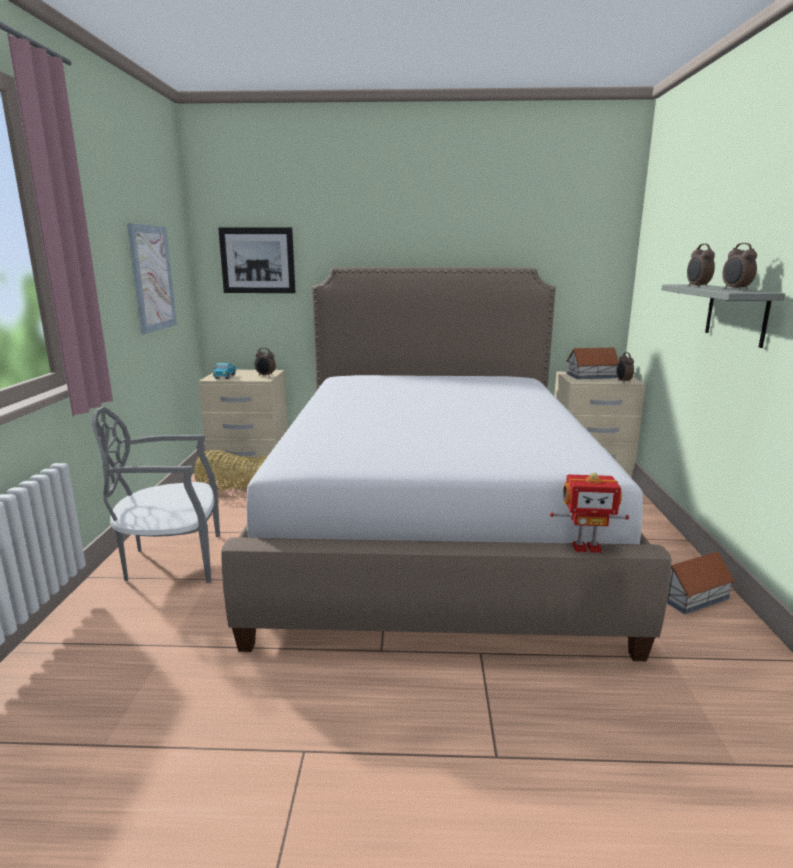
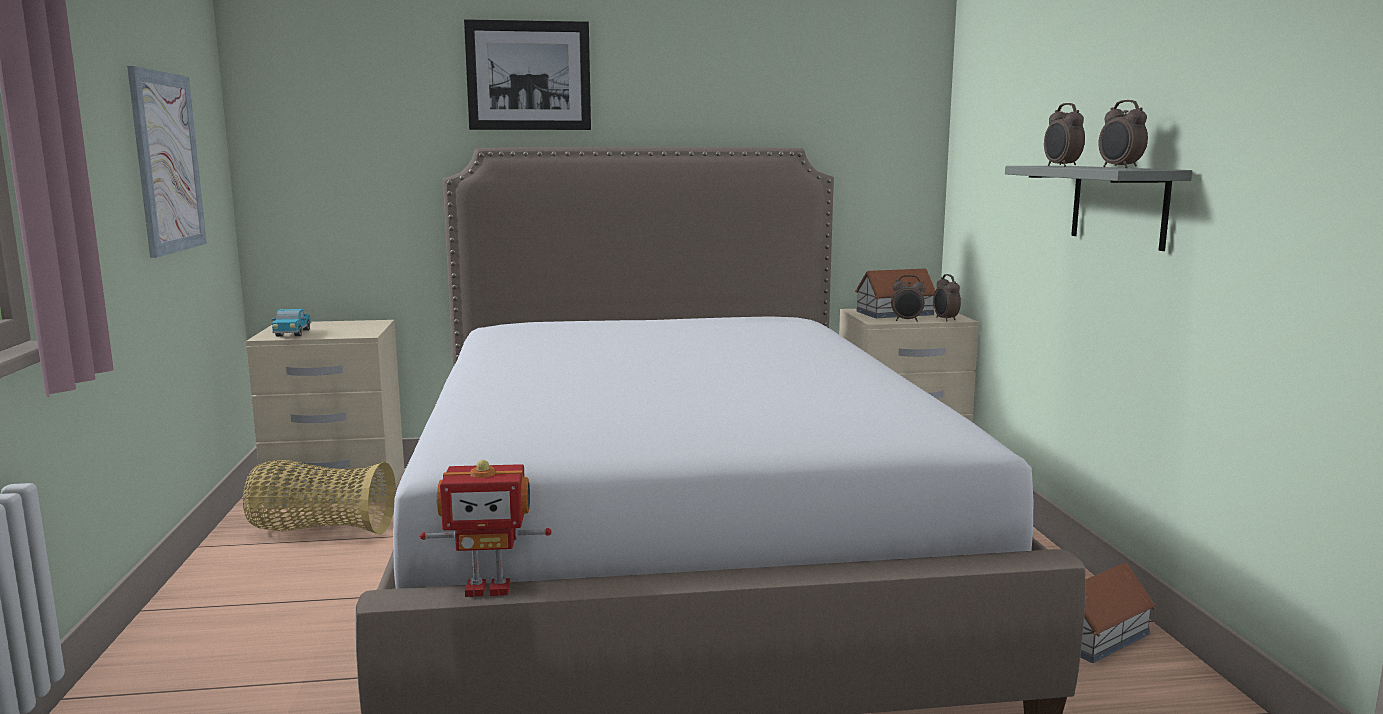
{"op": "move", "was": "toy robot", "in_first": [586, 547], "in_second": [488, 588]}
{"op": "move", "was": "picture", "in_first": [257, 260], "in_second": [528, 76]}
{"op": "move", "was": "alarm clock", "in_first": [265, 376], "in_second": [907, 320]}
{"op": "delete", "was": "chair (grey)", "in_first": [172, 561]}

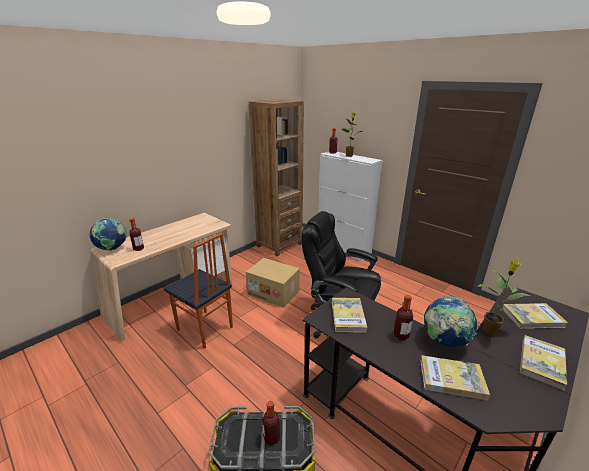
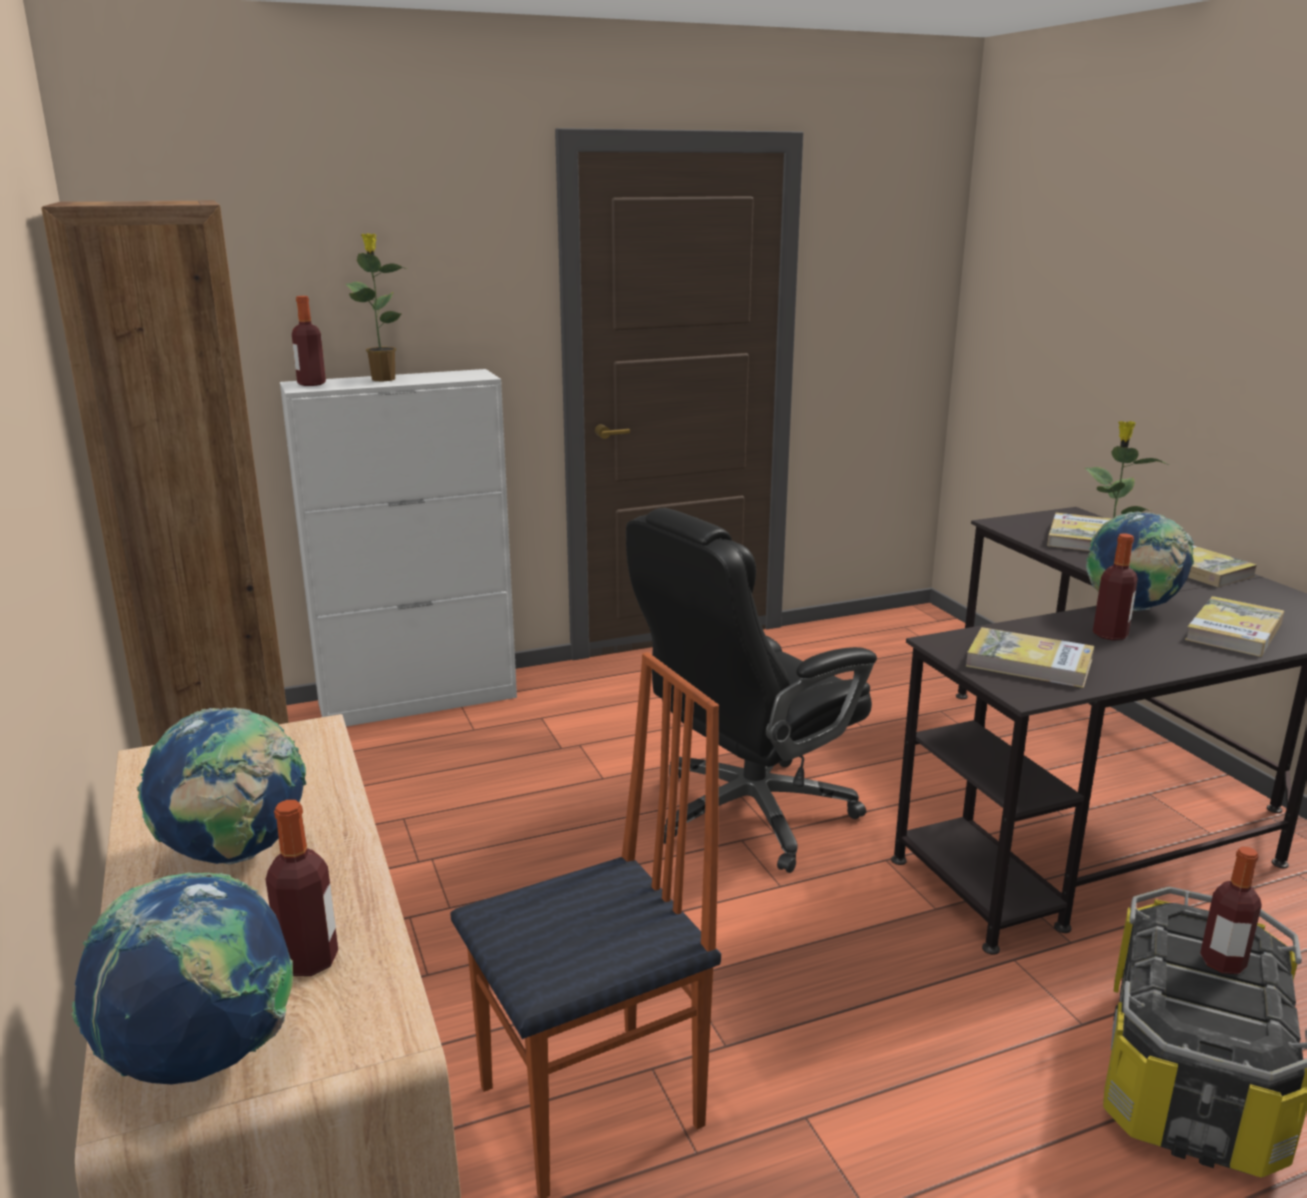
{"op": "insert", "now": "globe", "in_second": [235, 856]}
{"op": "delete", "was": "cardboard box", "in_first": [274, 292]}

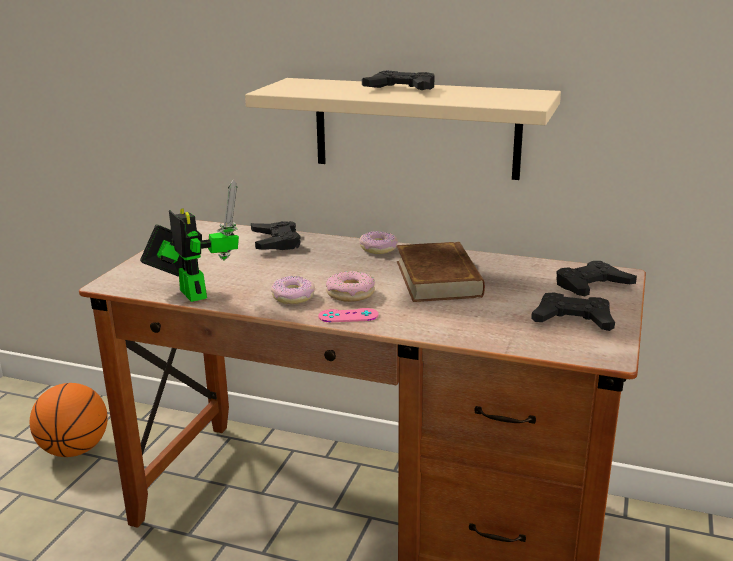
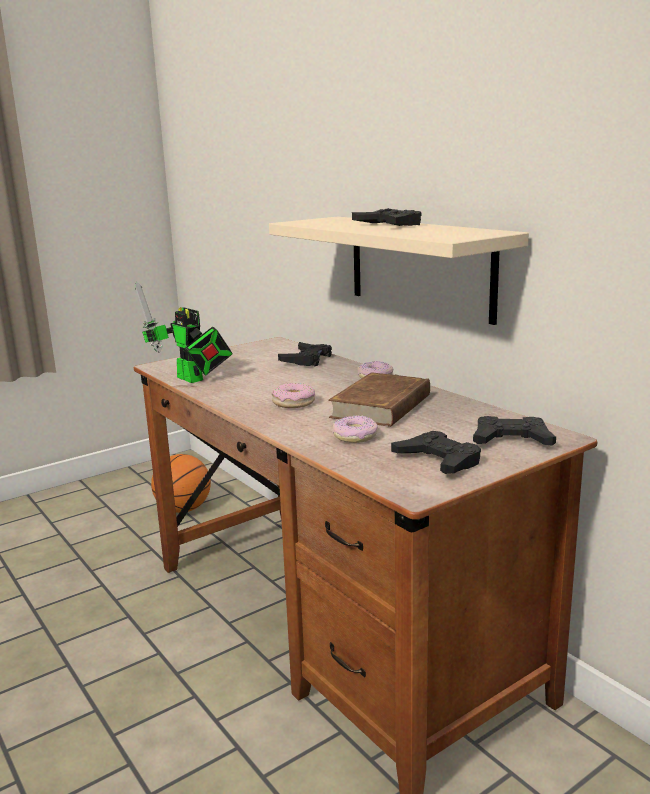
{"op": "rotate", "was": "toy robot", "in_first": [191, 292], "in_second": [192, 379], "clockwise": 135}
{"op": "move", "was": "donut", "in_first": [293, 297], "in_second": [355, 436]}
{"op": "delete", "was": "game controller (pink)", "in_first": [348, 316]}

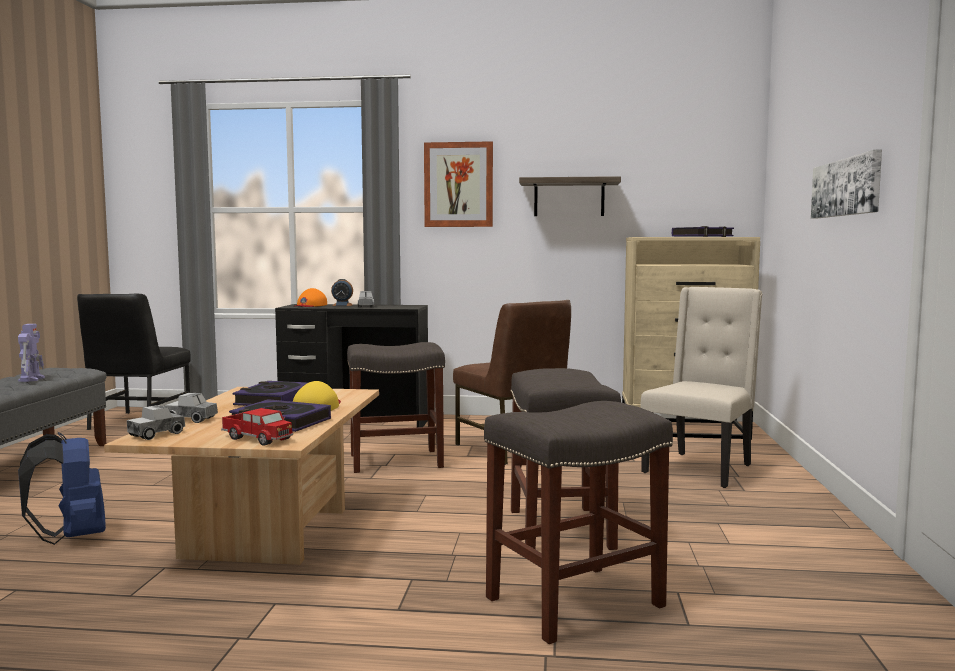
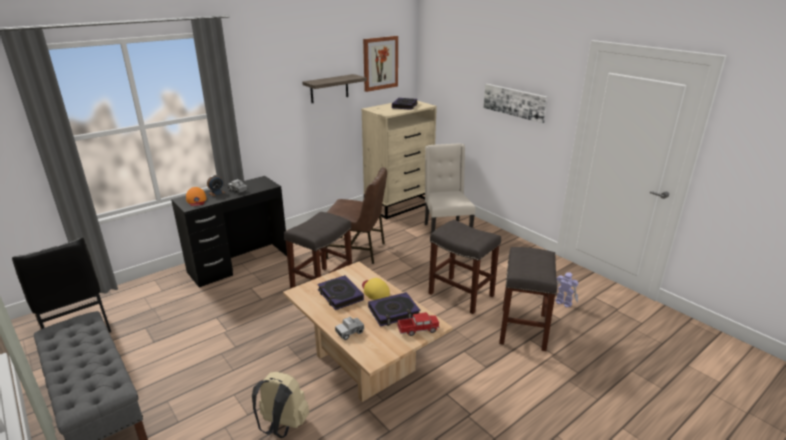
{"op": "recolor", "was": "backpack (blue)", "now": "backpack (beige)", "in_first": [72, 537], "in_second": [282, 426]}
{"op": "move", "was": "picture", "in_first": [458, 185], "in_second": [380, 63]}
{"op": "move", "was": "toy robot", "in_first": [32, 379], "in_second": [563, 302]}
{"op": "delete", "was": "toy truck", "in_first": [157, 434]}

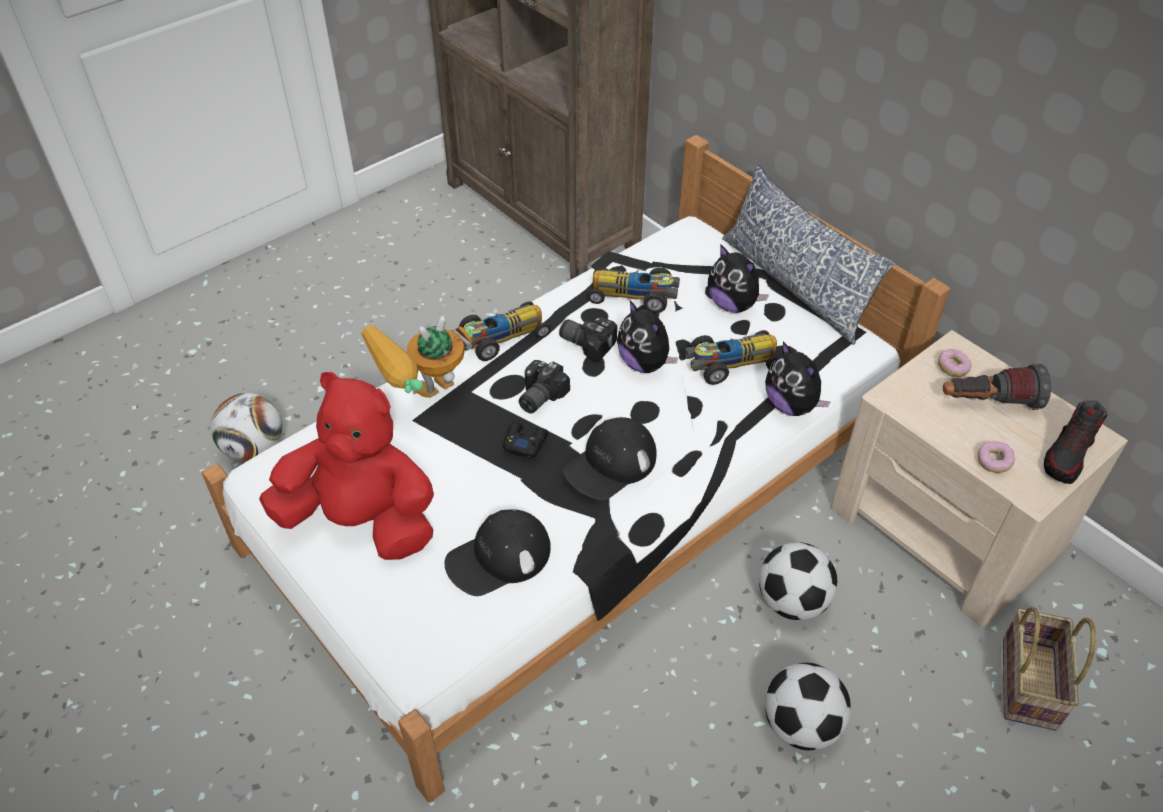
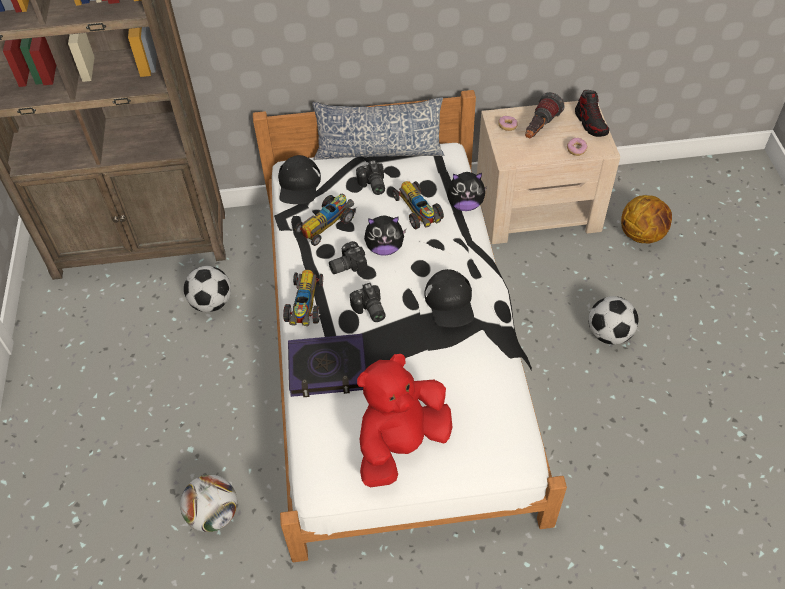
{"op": "move", "was": "football", "in_first": [792, 602], "in_second": [212, 303]}
{"op": "move", "was": "cap (black)", "in_first": [498, 557], "in_second": [299, 185]}
{"op": "replace", "was": "toy robot", "now": "book", "in_first": [425, 402], "in_second": [327, 369]}
{"op": "replace", "was": "plush toy", "now": "photo camera", "in_first": [733, 305], "in_second": [372, 185]}
{"op": "rotate", "was": "toy car", "in_first": [730, 364], "in_second": [418, 211], "clockwise": -45}
{"op": "replace", "was": "basket", "now": "basketball", "in_first": [1031, 686], "in_second": [642, 235]}
{"op": "delete", "was": "game controller (black)", "in_first": [525, 443]}

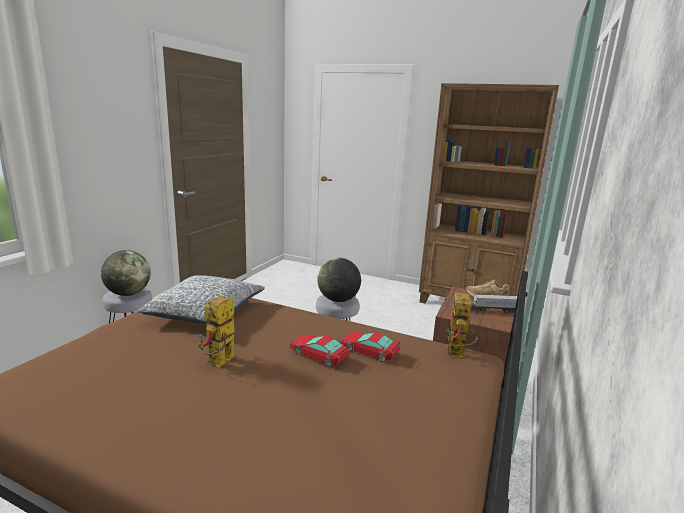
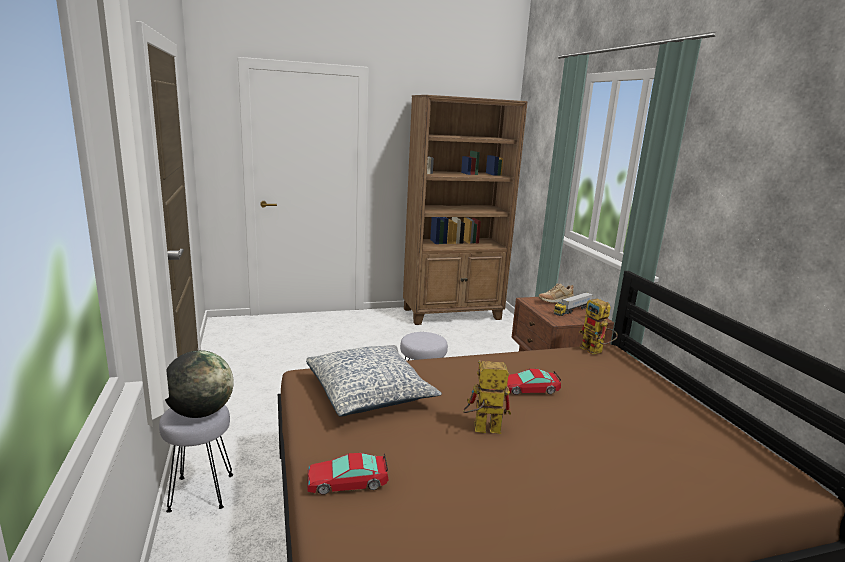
{"op": "move", "was": "toy car", "in_first": [369, 351], "in_second": [347, 481]}
{"op": "rotate", "was": "toy robot", "in_first": [219, 363], "in_second": [481, 429], "clockwise": 105}
{"op": "delete", "was": "globe", "in_first": [338, 300]}

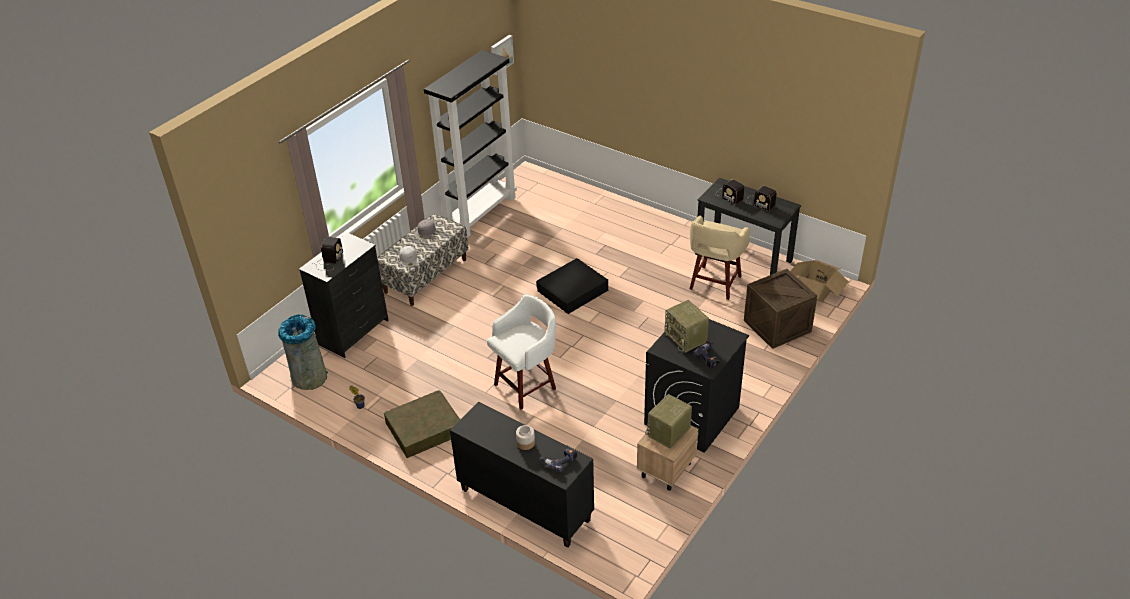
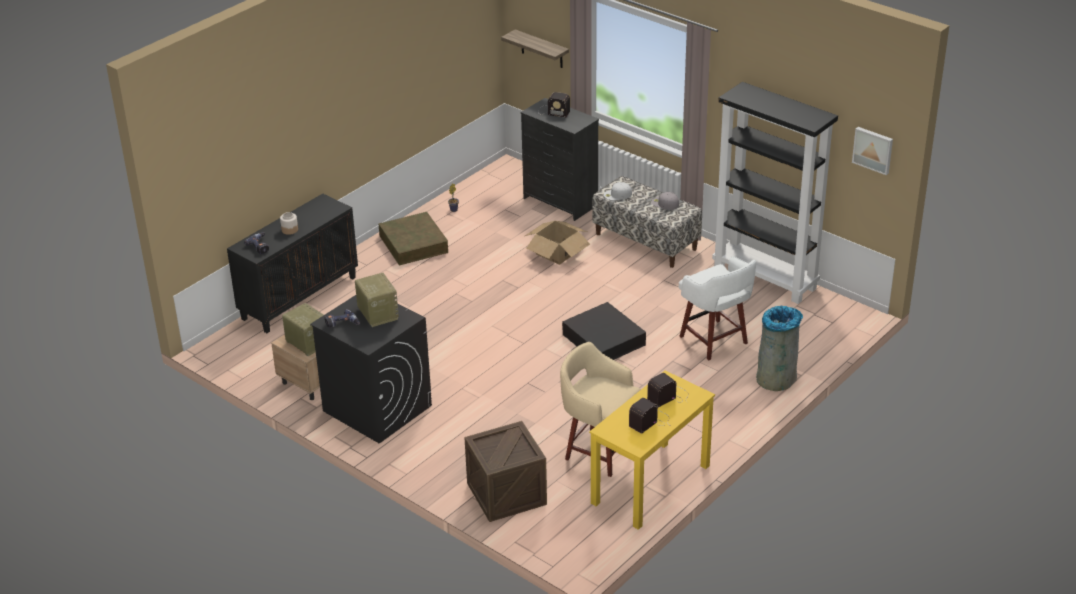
{"op": "rotate", "was": "radio", "in_first": [686, 338], "in_second": [377, 313], "clockwise": 90}
{"op": "insert", "now": "shelf", "in_second": [542, 49]}
{"op": "move", "was": "cardboard box", "in_first": [815, 289], "in_second": [557, 252]}
{"op": "recolor", "was": "desk (black)", "now": "desk (yellow)", "in_first": [744, 257], "in_second": [650, 484]}
{"op": "move", "was": "stool (white)", "in_first": [527, 385], "in_second": [715, 341]}
{"op": "move", "was": "trash can (grey)", "in_first": [309, 377], "in_second": [776, 378]}

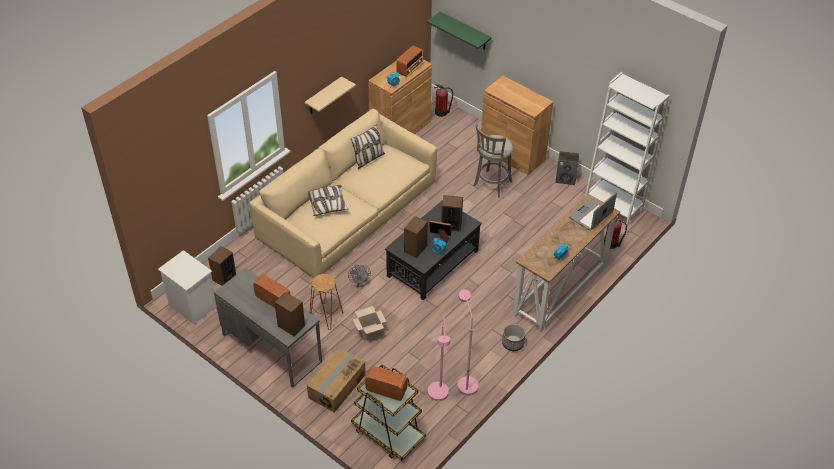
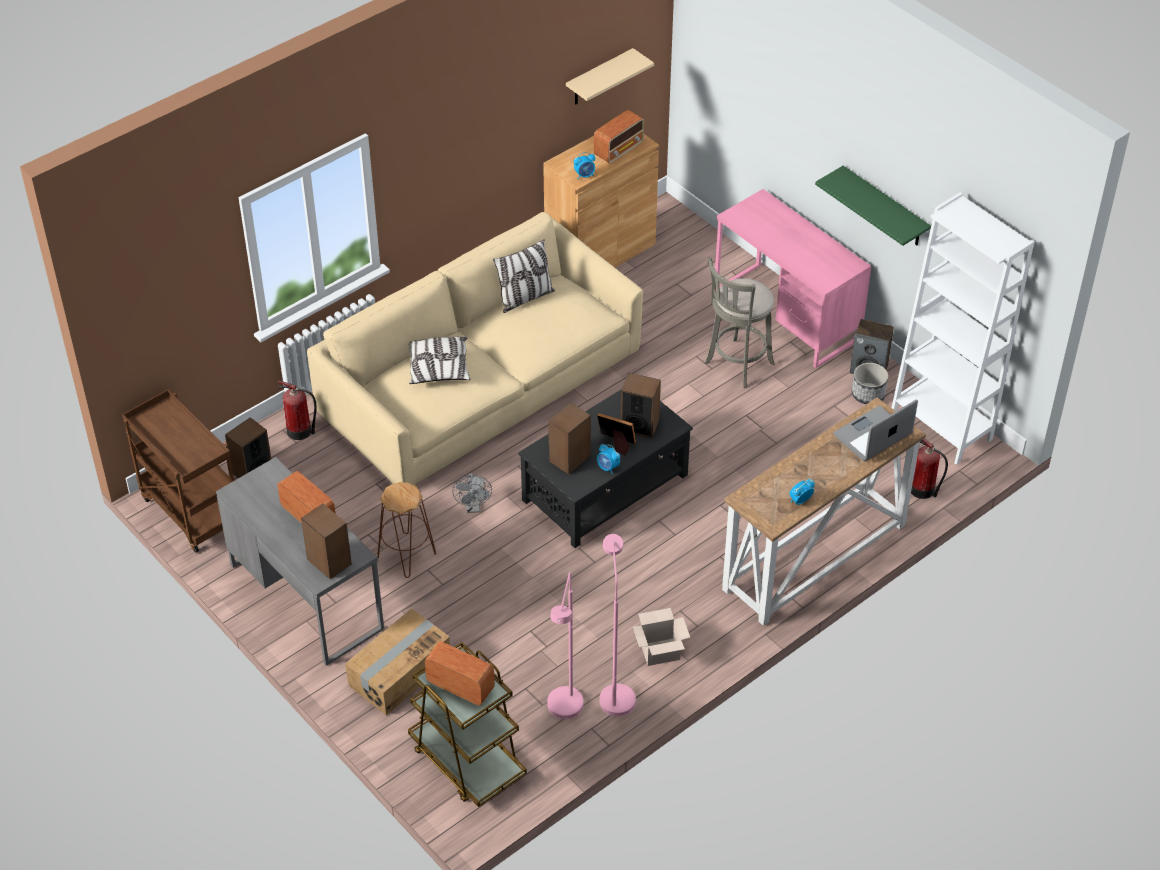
{"op": "replace", "was": "nightstand (white)", "now": "cart (brown)", "in_first": [191, 305], "in_second": [190, 511]}
{"op": "move", "was": "fire extinguisher", "in_first": [442, 112], "in_second": [300, 431]}
{"op": "move", "was": "shelf (beige)", "in_first": [323, 96], "in_second": [599, 78]}
{"op": "move", "was": "cardboard box", "in_first": [370, 331], "in_second": [661, 651]}
{"op": "replace", "was": "cabinet (brown)", "now": "desk (pink)", "in_first": [512, 154], "in_second": [786, 315]}
{"op": "move", "was": "shelf (green)", "in_first": [465, 31], "in_second": [884, 208]}
{"op": "move", "was": "planter", "in_first": [512, 343], "in_second": [868, 394]}

